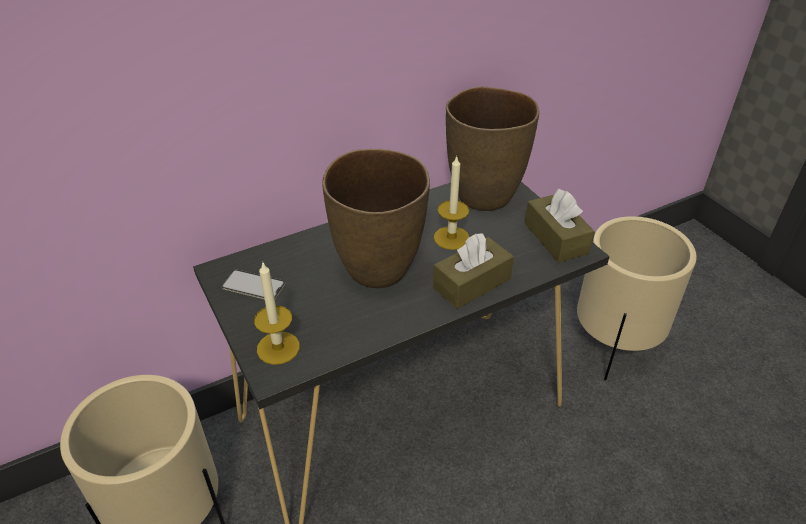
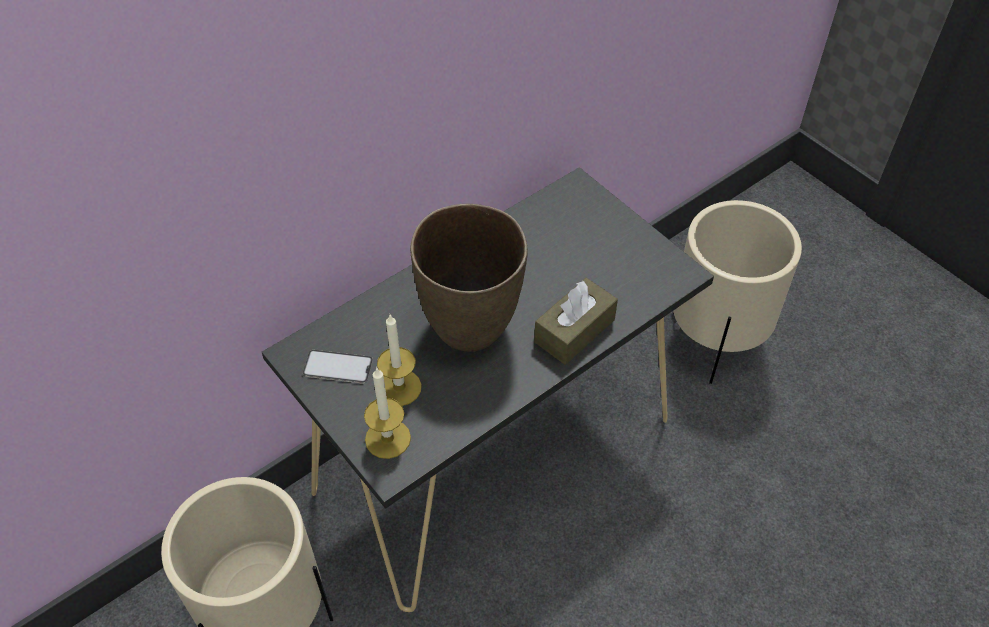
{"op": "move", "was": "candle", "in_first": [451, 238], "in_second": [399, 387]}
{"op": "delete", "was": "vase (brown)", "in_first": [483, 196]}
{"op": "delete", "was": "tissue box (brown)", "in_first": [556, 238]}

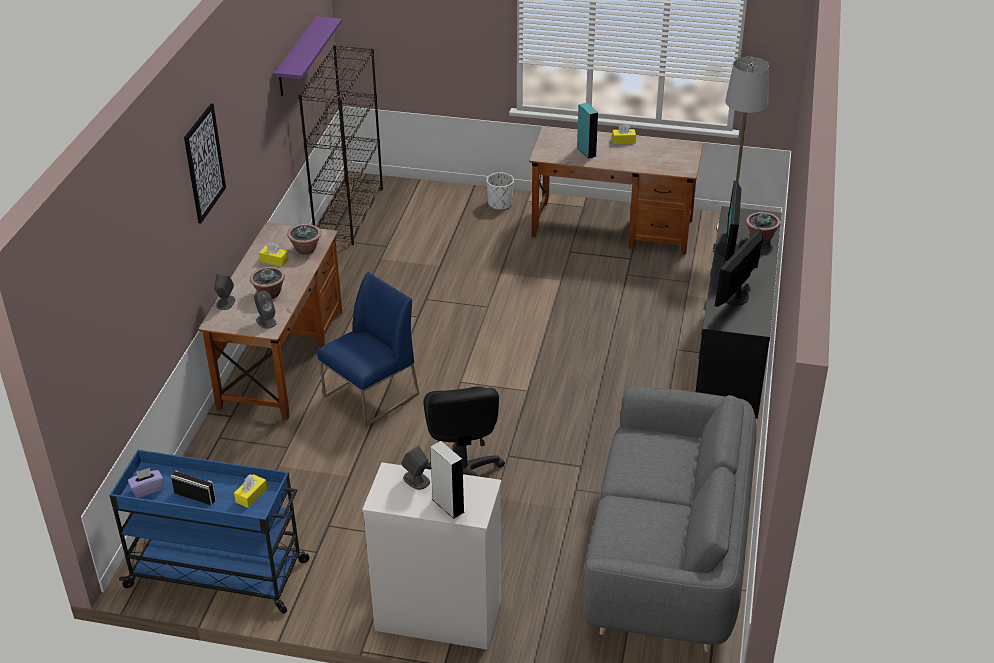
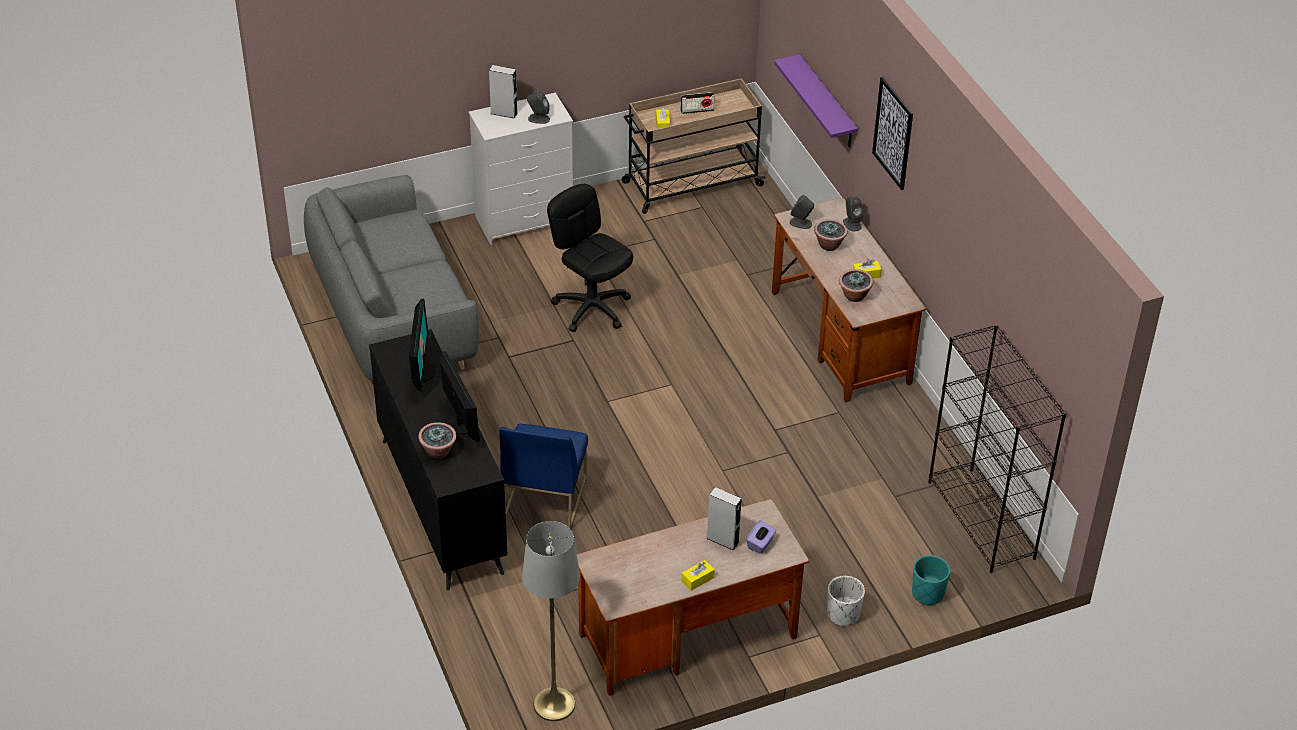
{"op": "move", "was": "chair (blue)", "in_first": [371, 396], "in_second": [544, 498]}
{"op": "recolor", "was": "cart (blue)", "now": "cart (beige)", "in_first": [219, 574], "in_second": [691, 184]}
{"op": "recolor", "was": "speaker (turquoise)", "now": "speaker (grey)", "in_first": [586, 152], "in_second": [722, 540]}
{"op": "move", "was": "tissue box (purple)", "in_first": [147, 489], "in_second": [760, 544]}
{"op": "move", "was": "shelf (purple)", "in_first": [297, 57], "in_second": [827, 103]}
{"op": "insert", "now": "planter (turquoise)", "in_second": [928, 594]}

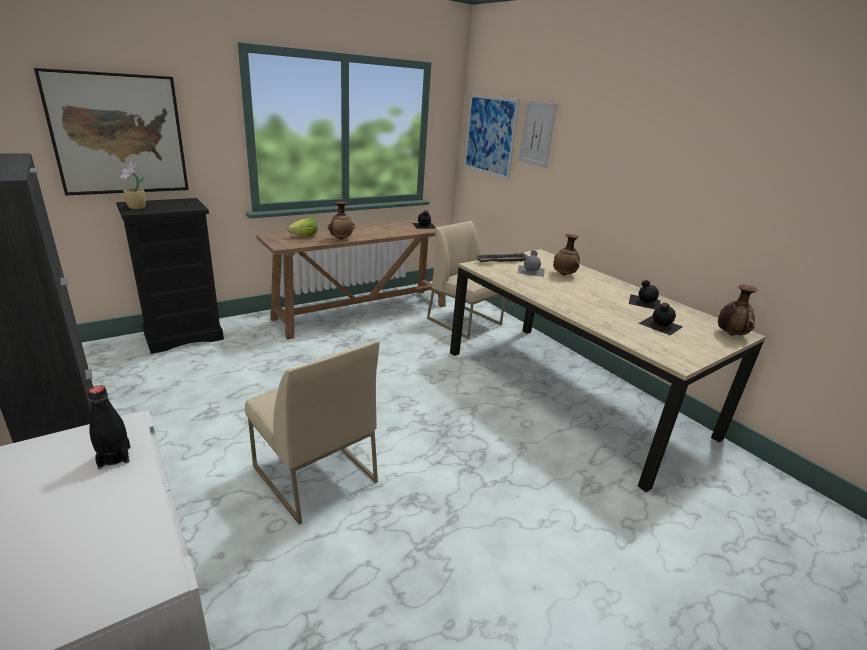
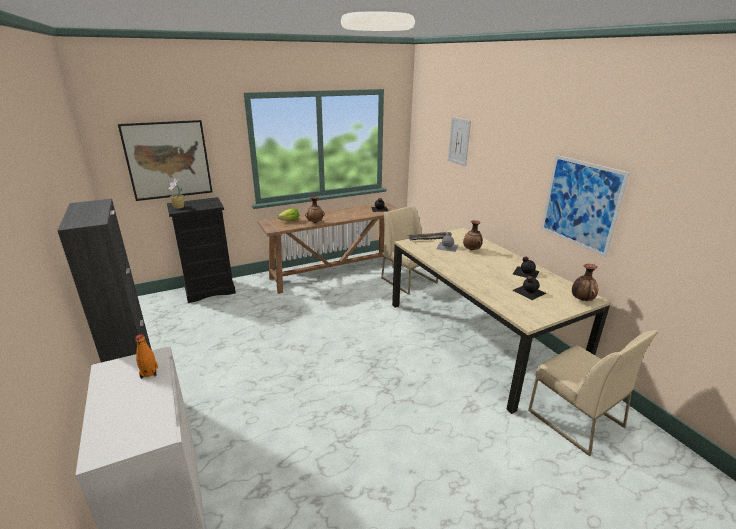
{"op": "recolor", "was": "bottle (black)", "now": "bottle (orange)", "in_first": [114, 457], "in_second": [149, 372]}
{"op": "move", "was": "chair (beige)", "in_first": [313, 474], "in_second": [574, 418]}
{"op": "move", "was": "picture", "in_first": [490, 135], "in_second": [580, 204]}

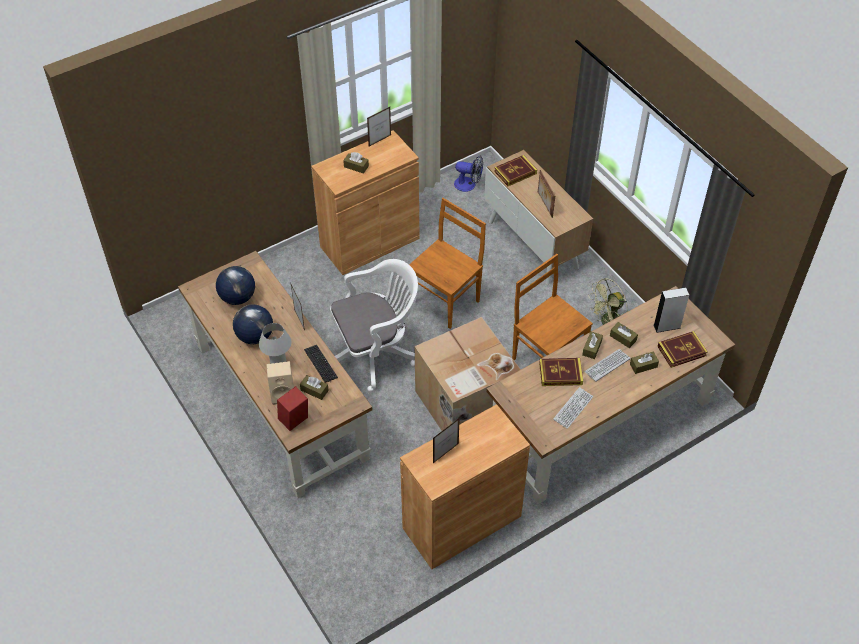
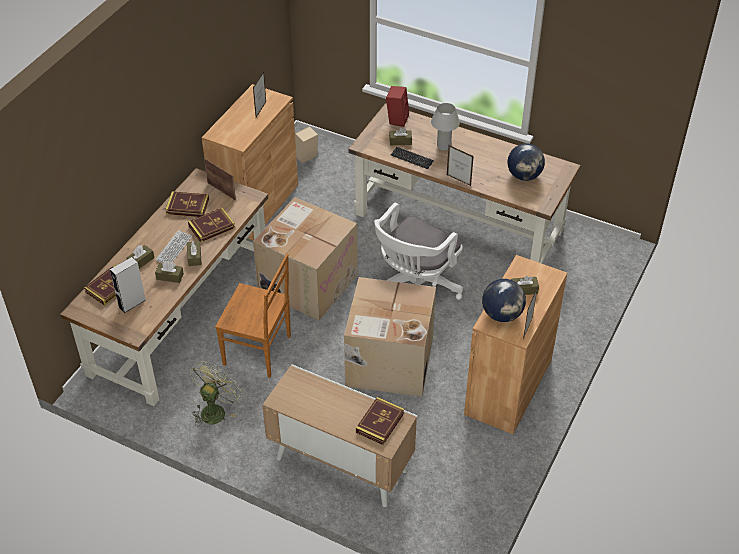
{"op": "replace", "was": "keyboard", "now": "book", "in_first": [573, 408], "in_second": [187, 206]}
{"op": "move", "was": "picture frame", "in_first": [544, 204], "in_second": [222, 190]}
{"op": "move", "was": "speaker (beige)", "in_first": [283, 393], "in_second": [306, 157]}
{"op": "replace", "was": "chair (brown)", "now": "cardboard box", "in_first": [446, 300], "in_second": [388, 362]}
{"op": "move", "was": "globe", "in_first": [255, 336], "in_second": [502, 314]}
{"op": "delete", "was": "fan", "in_first": [468, 185]}

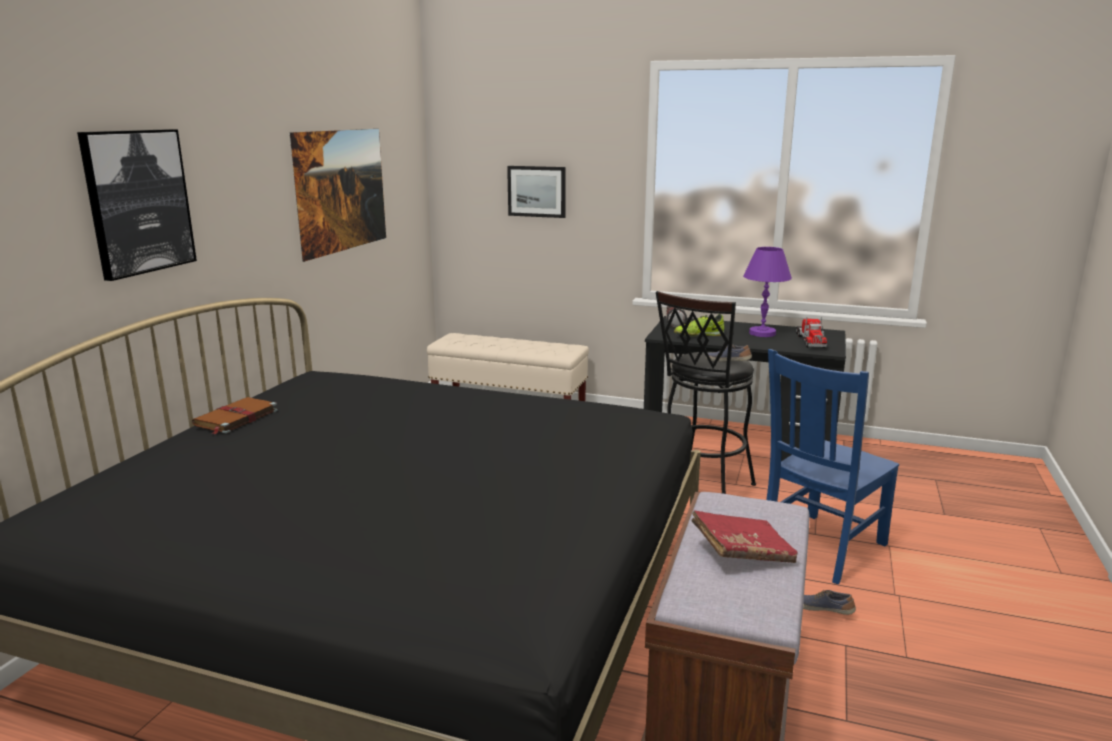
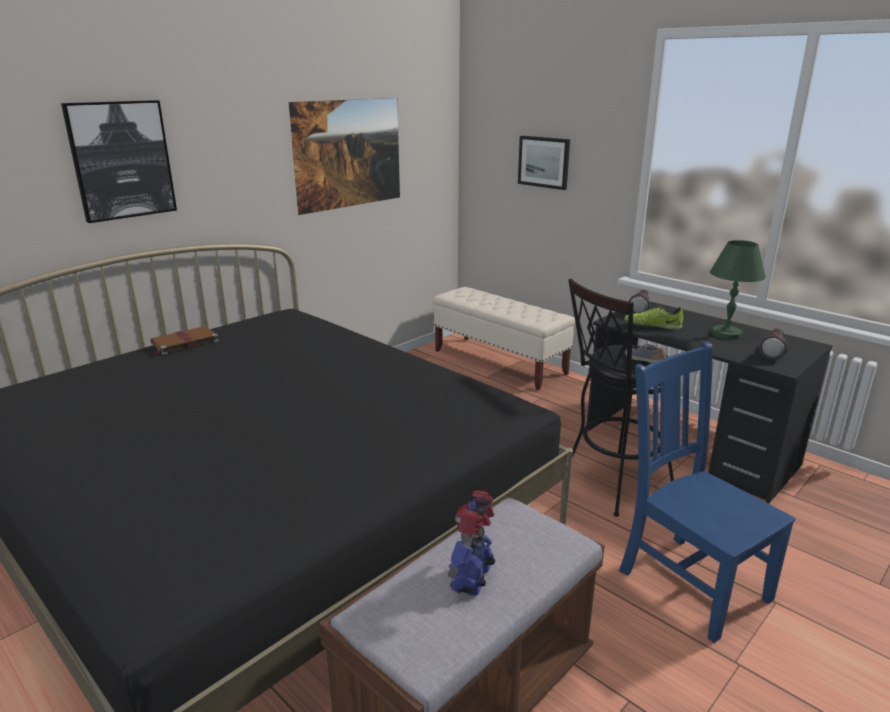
{"op": "replace", "was": "book (red)", "now": "toy robot", "in_first": [742, 552], "in_second": [473, 578]}
{"op": "rotate", "was": "chair (blue)", "in_first": [820, 548], "in_second": [689, 581], "clockwise": 75}
{"op": "recolor", "was": "table lamp (purple)", "now": "table lamp (green)", "in_first": [762, 333], "in_second": [726, 334]}
{"op": "replace", "was": "toy truck", "now": "flashlight", "in_first": [809, 341], "in_second": [773, 351]}
{"op": "delete", "was": "shoe", "in_first": [823, 609]}

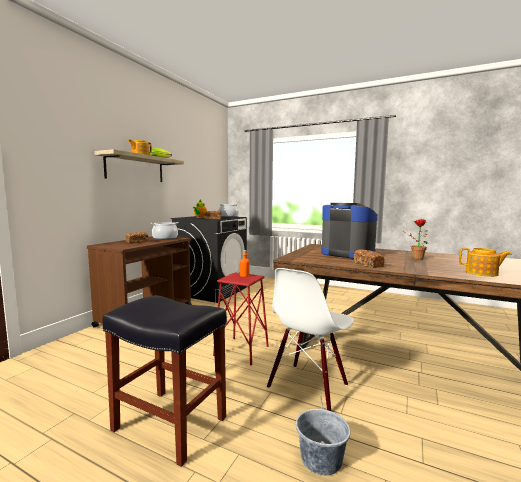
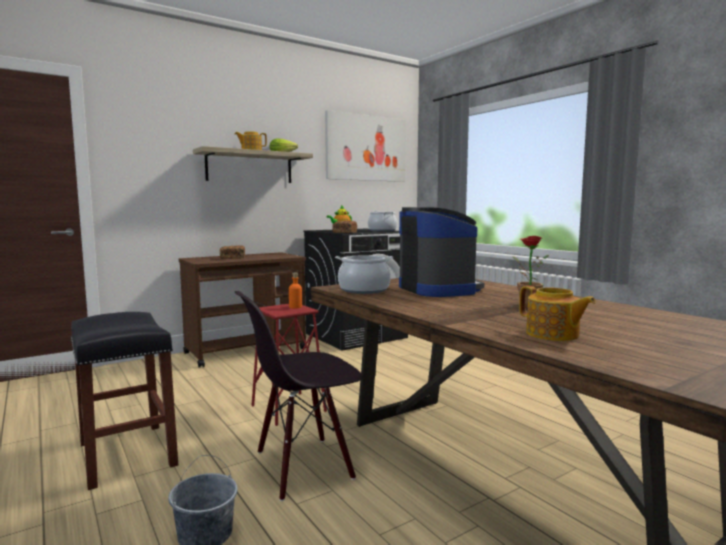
{"op": "recolor", "was": "chair (white)", "now": "chair (black)", "in_first": [308, 387], "in_second": [303, 466]}
{"op": "insert", "now": "picture", "in_second": [366, 148]}
{"op": "move", "was": "cooking pot", "in_first": [165, 238], "in_second": [364, 290]}
{"op": "delete", "was": "bread", "in_first": [368, 265]}

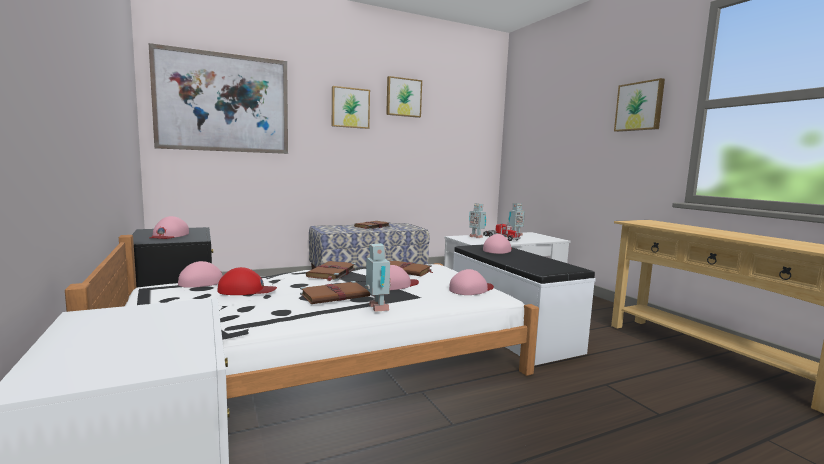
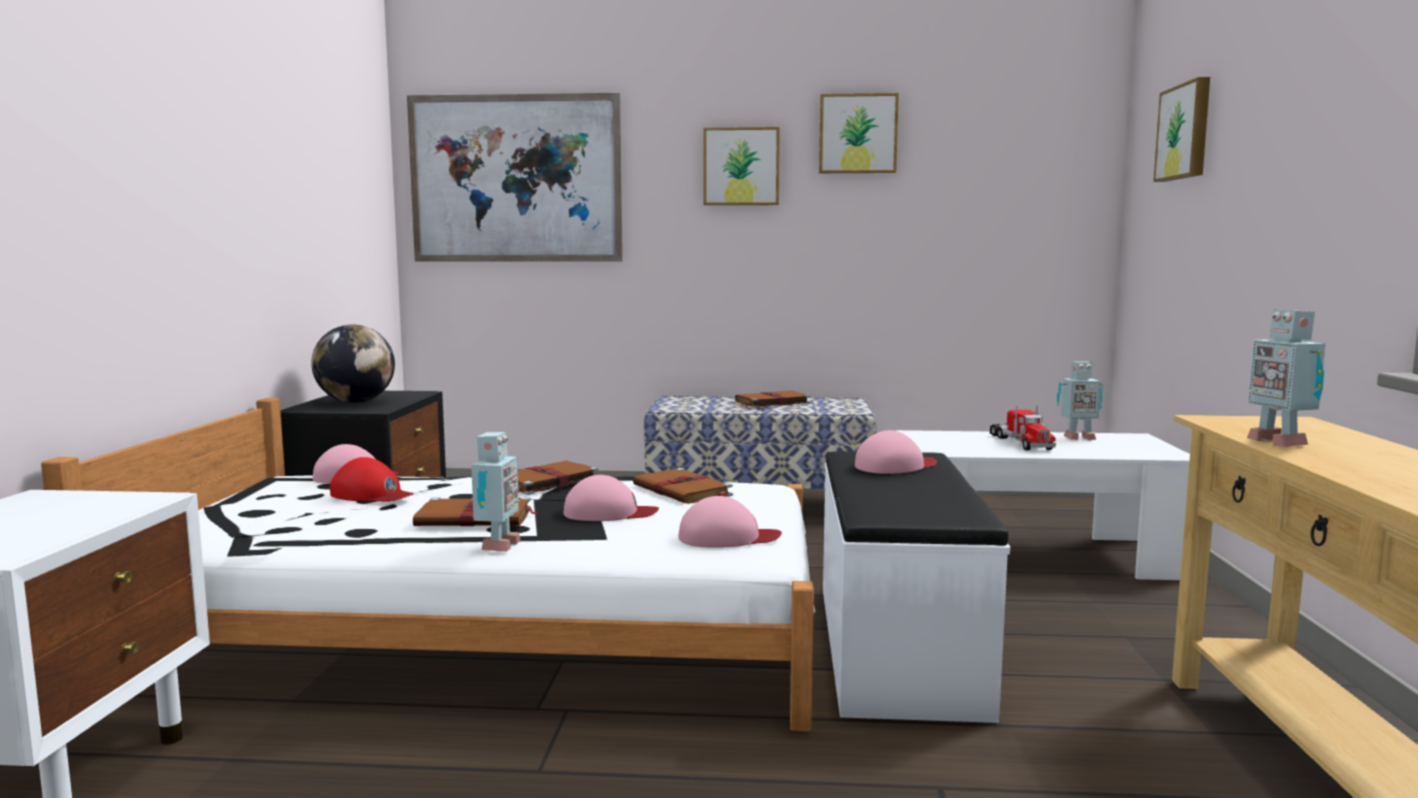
{"op": "replace", "was": "cap (pink)", "now": "globe", "in_first": [169, 235], "in_second": [356, 402]}
{"op": "move", "was": "picture", "in_first": [639, 106], "in_second": [1186, 132]}
{"op": "move", "was": "toy robot", "in_first": [476, 237], "in_second": [1278, 442]}

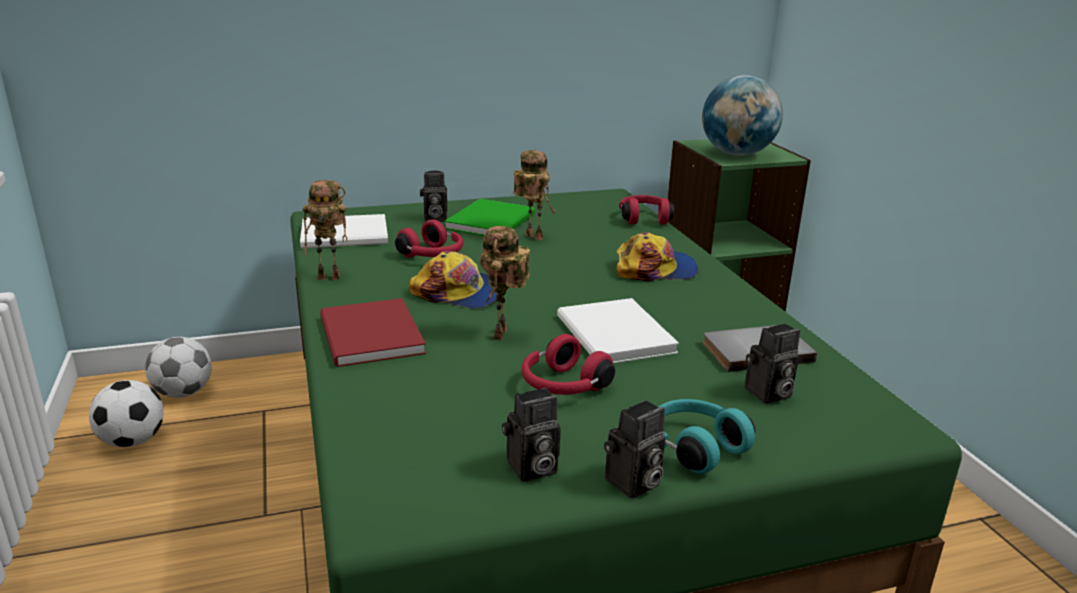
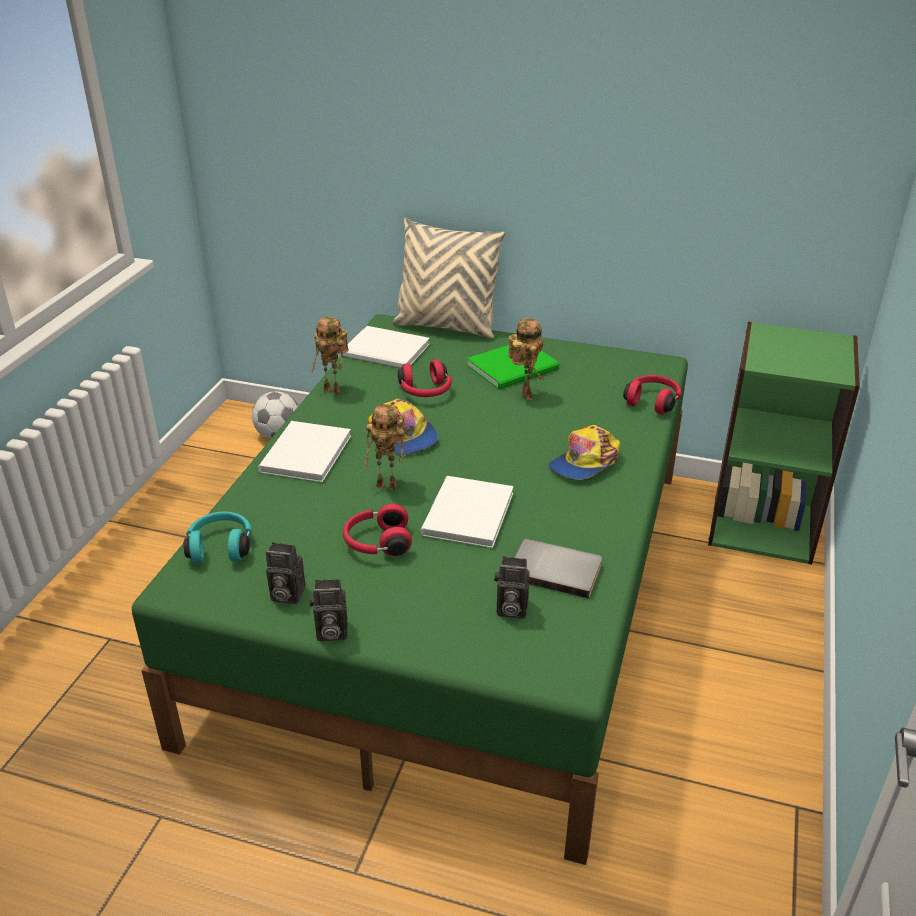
{"op": "move", "was": "headphones (turquoise)", "in_first": [694, 447], "in_second": [221, 547]}
{"op": "recolor", "was": "book (red)", "now": "book (white)", "in_first": [368, 337], "in_second": [302, 455]}
{"op": "rotate", "was": "toy robot", "in_first": [503, 335], "in_second": [388, 485], "clockwise": -120}
{"op": "insert", "now": "pillow (beige)", "in_second": [446, 326]}
{"op": "rotate", "was": "cap", "in_first": [655, 269], "in_second": [585, 462], "clockwise": 105}
{"op": "delete", "was": "football", "in_first": [133, 441]}
{"op": "delete", "was": "photo camera", "in_first": [434, 218]}
{"op": "delete", "was": "globe", "in_first": [736, 154]}

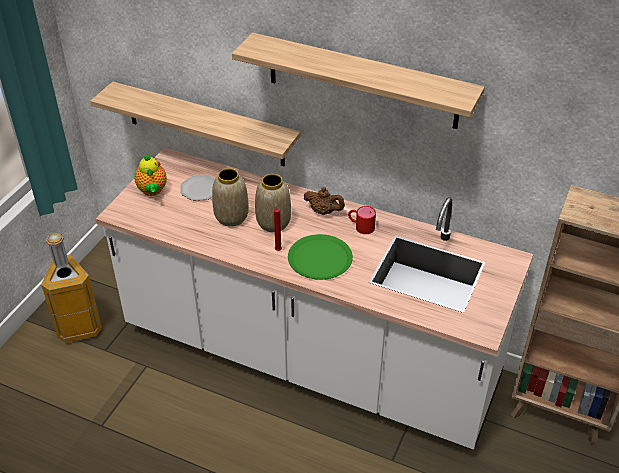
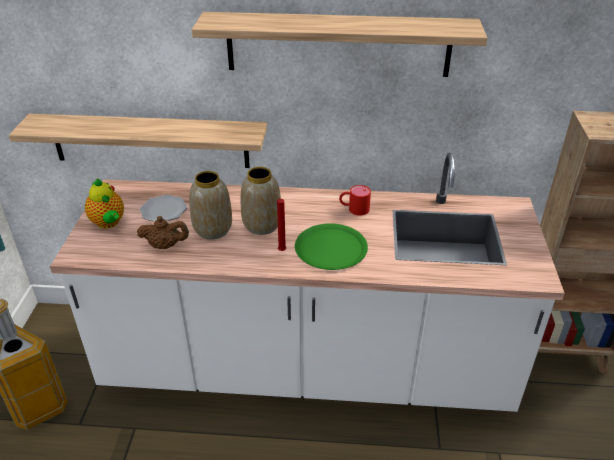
{"op": "move", "was": "teapot (brown)", "in_first": [324, 211], "in_second": [165, 246]}

